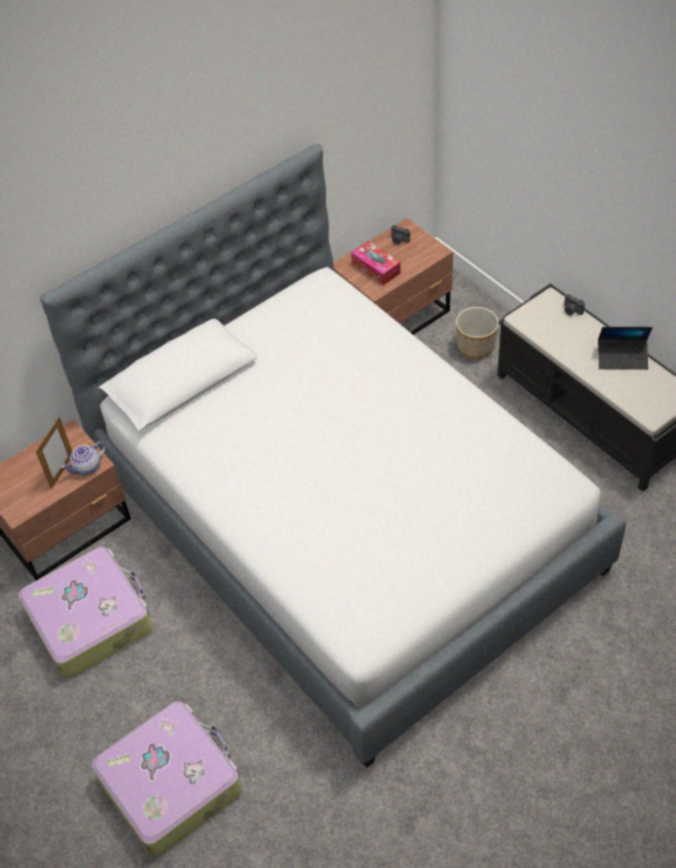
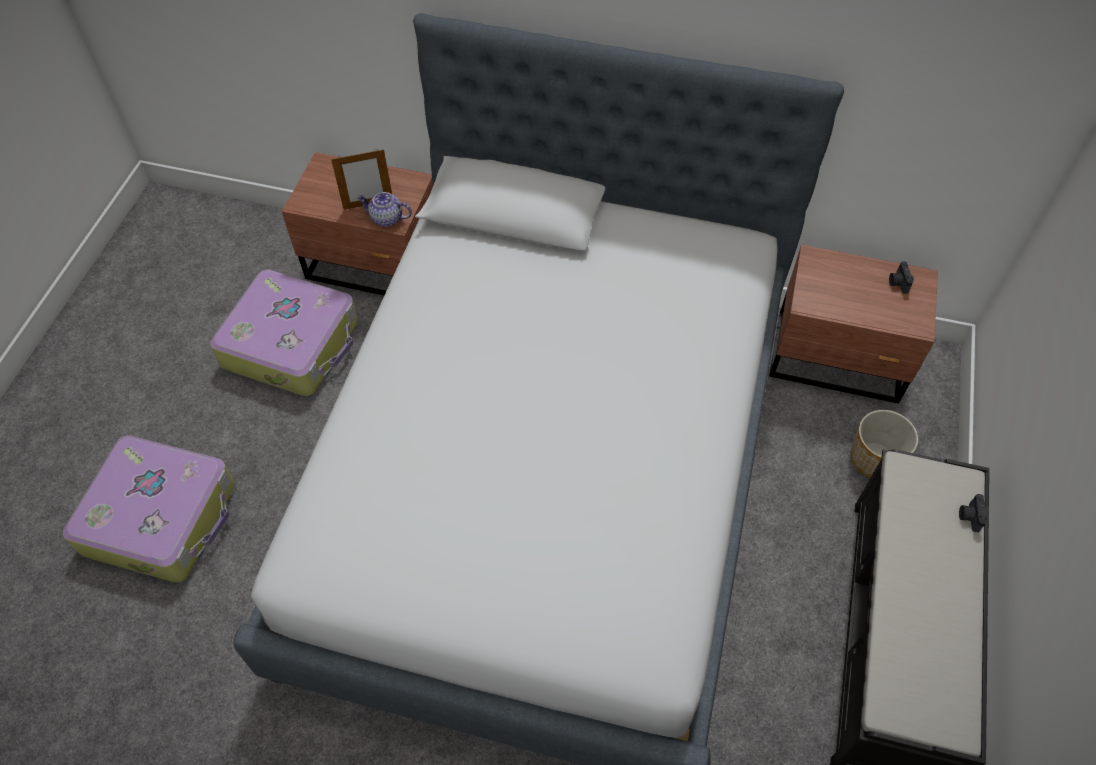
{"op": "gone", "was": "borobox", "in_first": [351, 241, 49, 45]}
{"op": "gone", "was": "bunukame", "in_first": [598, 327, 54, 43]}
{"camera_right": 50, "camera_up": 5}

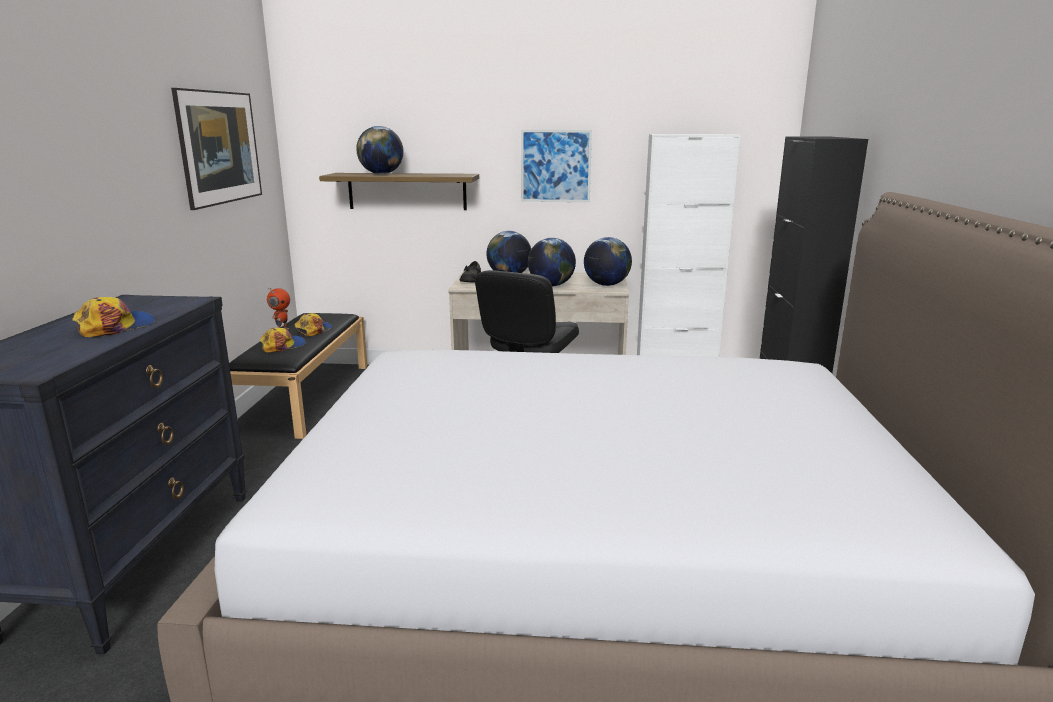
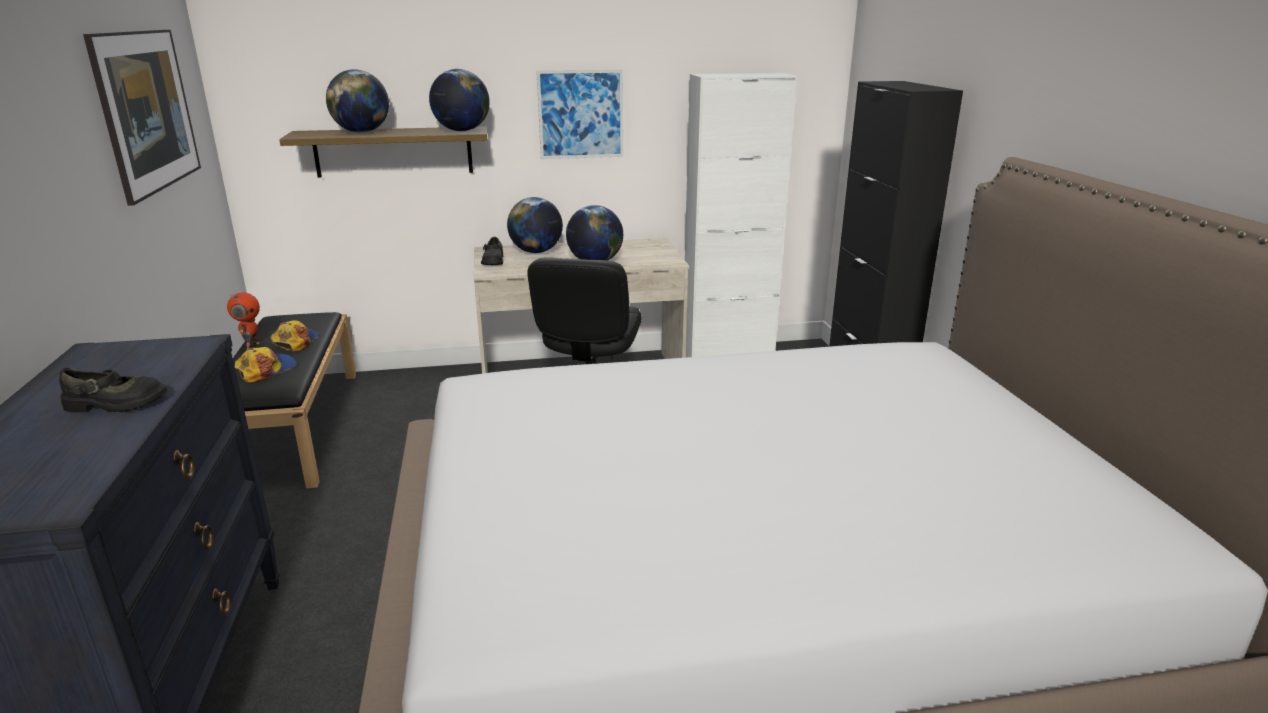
{"op": "swapped", "was": "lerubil", "now": "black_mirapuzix", "in_first": [72, 297, 83, 40], "in_second": [59, 368, 108, 44]}
{"op": "shifted", "was": "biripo", "in_first": [584, 237, 48, 49], "in_second": [429, 69, 61, 62]}
{"camera_right": -15, "camera_up": 5}

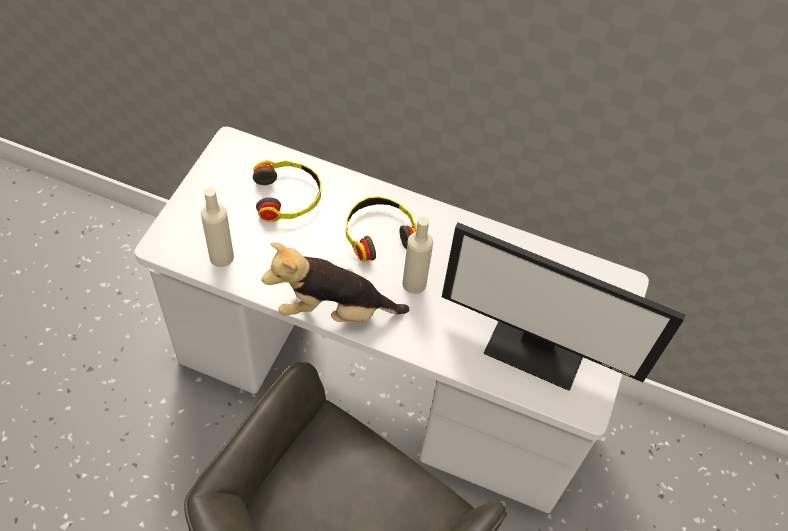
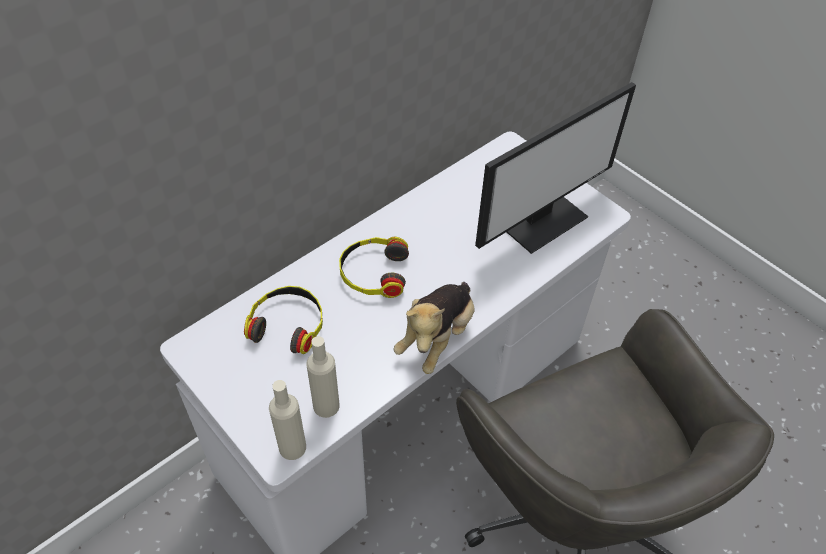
{"op": "shifted", "was": "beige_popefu", "in_first": [402, 216, 31, 78], "in_second": [269, 380, 37, 80]}
{"camera_right": -60, "camera_up": -5}

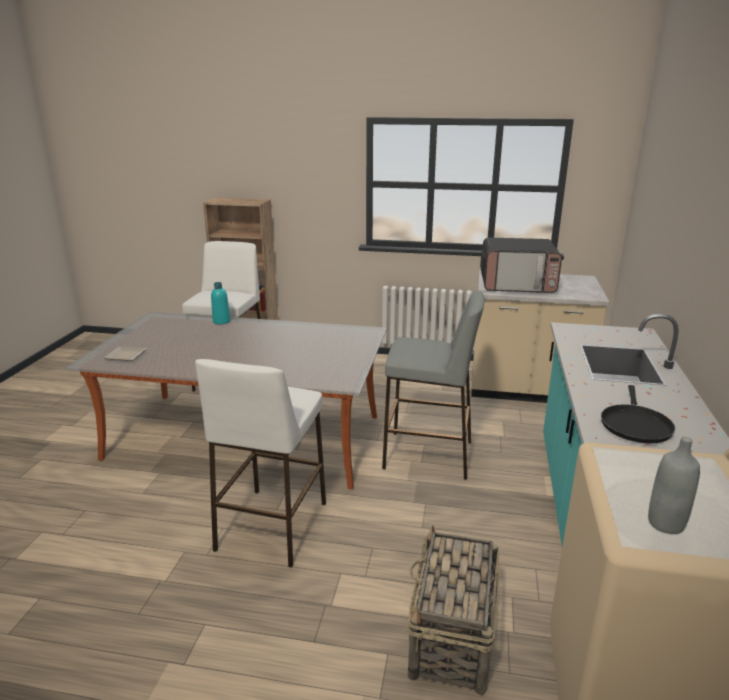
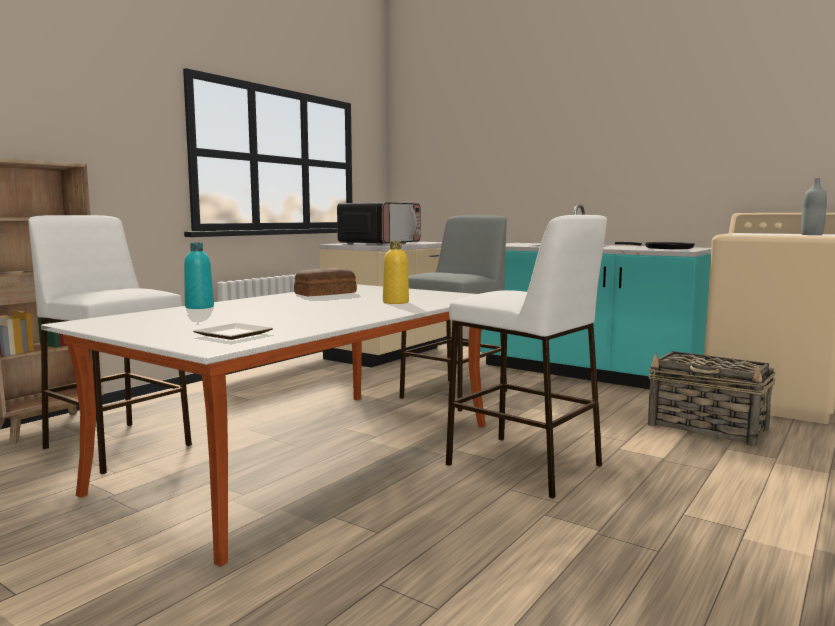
{"op": "new", "now": "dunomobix", "in_second": [294, 267, 63, 29]}
{"op": "new", "now": "yellow_popefu", "in_second": [383, 241, 26, 63]}
{"camera_right": -65, "camera_up": -15}

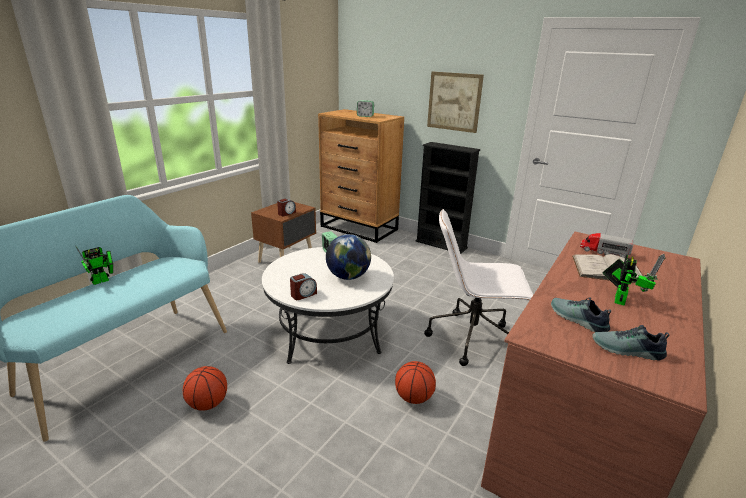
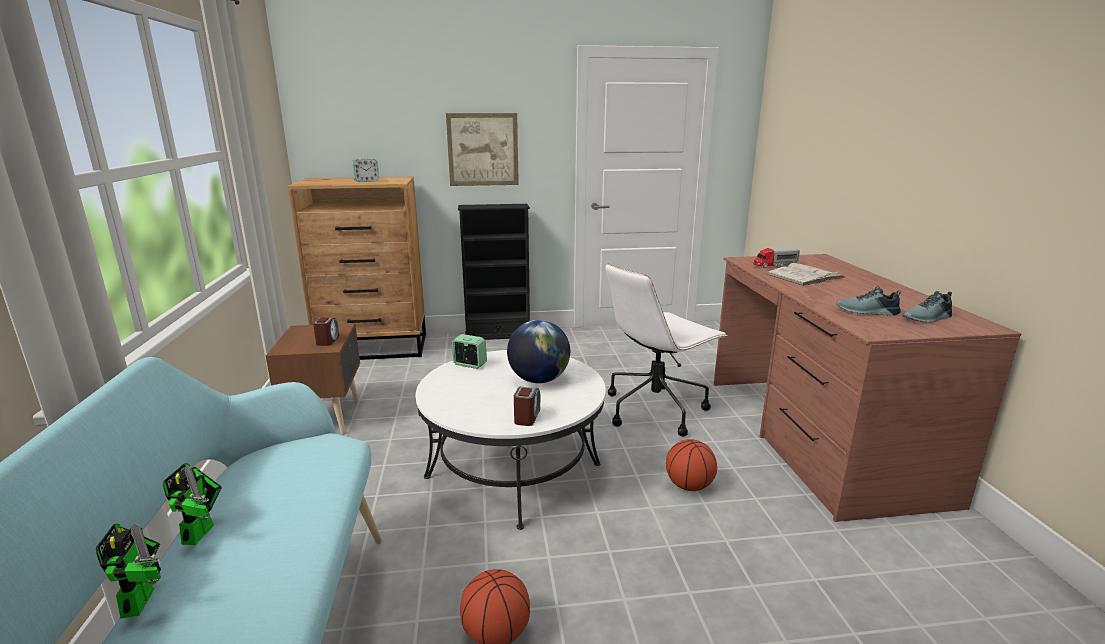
{"op": "shifted", "was": "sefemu", "in_first": [602, 254, 63, 52], "in_second": [96, 523, 65, 95]}
{"camera_right": -40, "camera_up": -5}

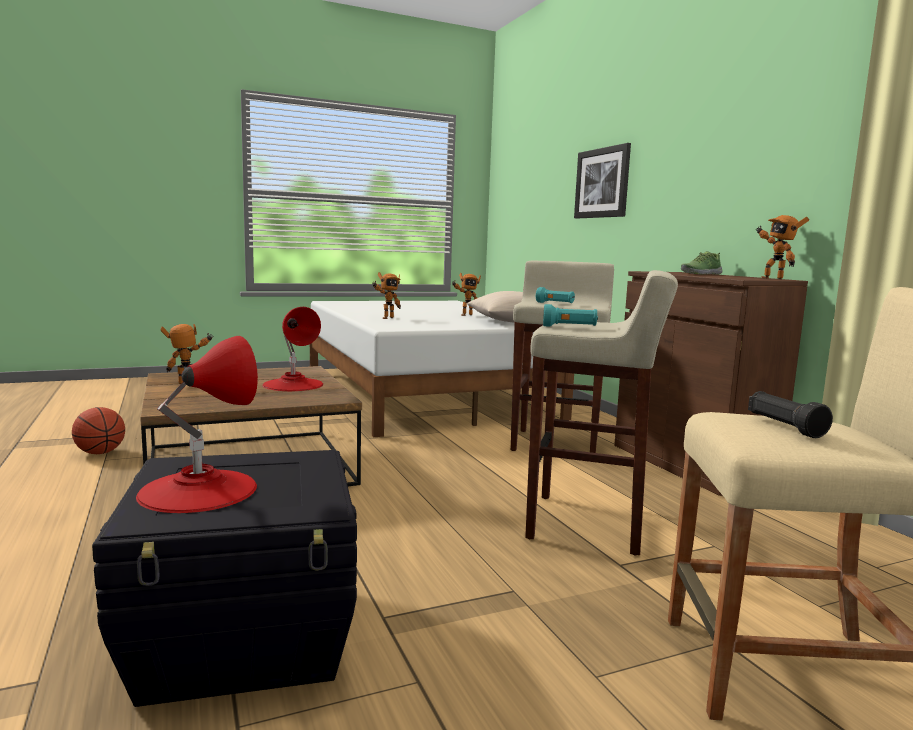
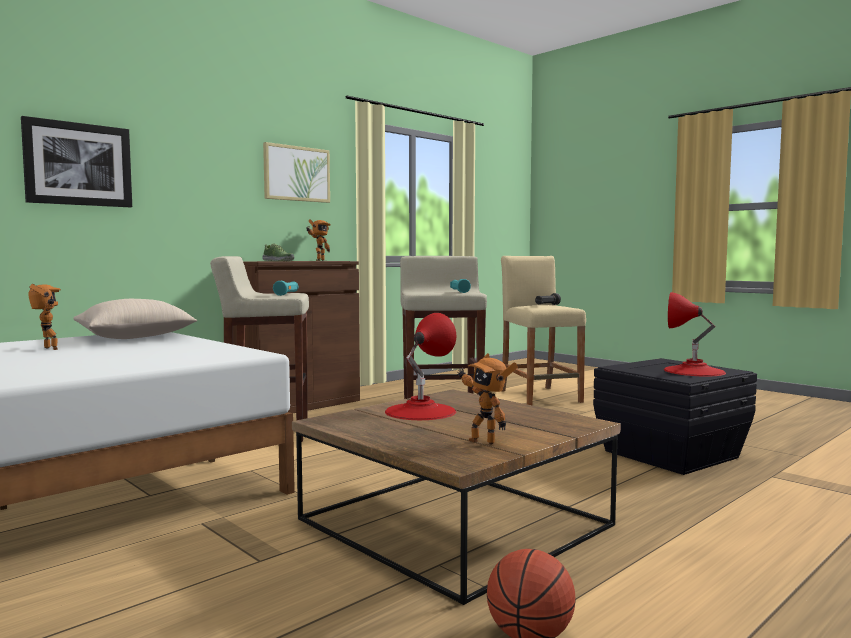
{"op": "gone", "was": "sefemu", "in_first": [372, 272, 29, 47]}
{"op": "new", "now": "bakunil", "in_second": [263, 142, 67, 61]}
{"camera_right": -110, "camera_up": -5}

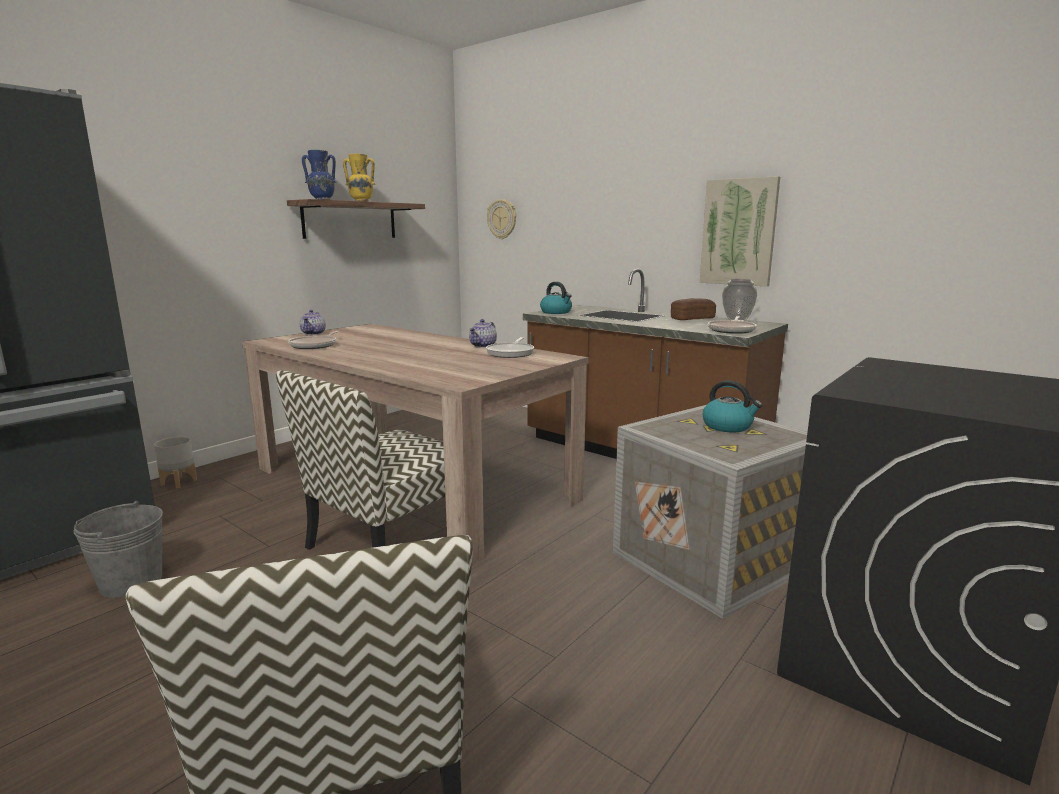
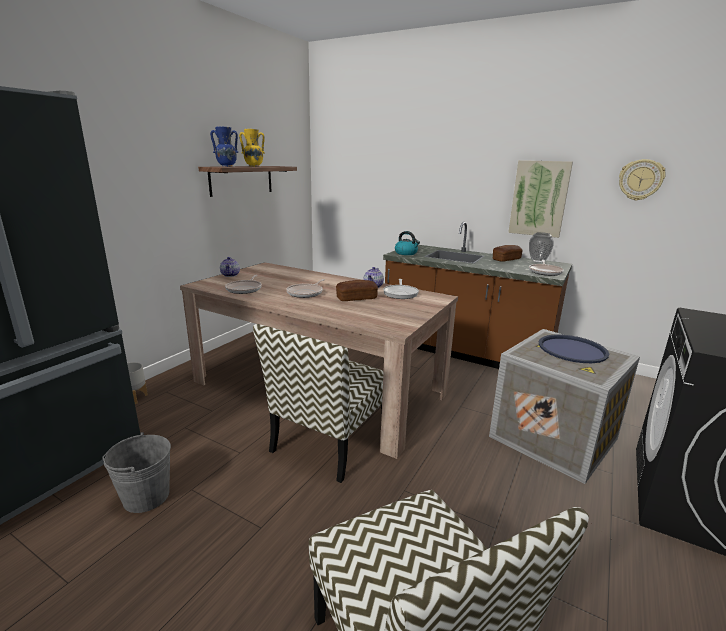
{"op": "shifted", "was": "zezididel", "in_first": [487, 199, 29, 40], "in_second": [619, 159, 47, 42]}
{"op": "swapped", "was": "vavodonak", "now": "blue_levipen", "in_first": [703, 380, 59, 52], "in_second": [539, 335, 70, 28]}
{"op": "new", "now": "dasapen", "in_second": [286, 279, 39, 19]}
{"op": "new", "now": "dunomobix", "in_second": [336, 280, 42, 21]}
{"camera_right": -10, "camera_up": 5}

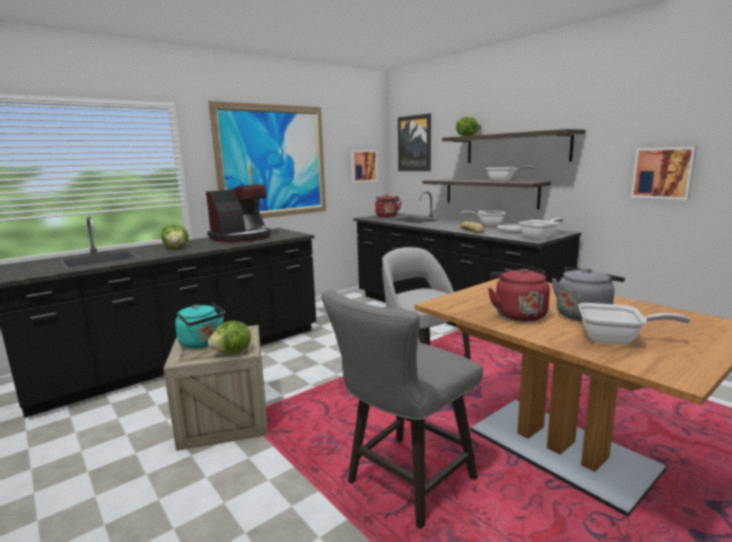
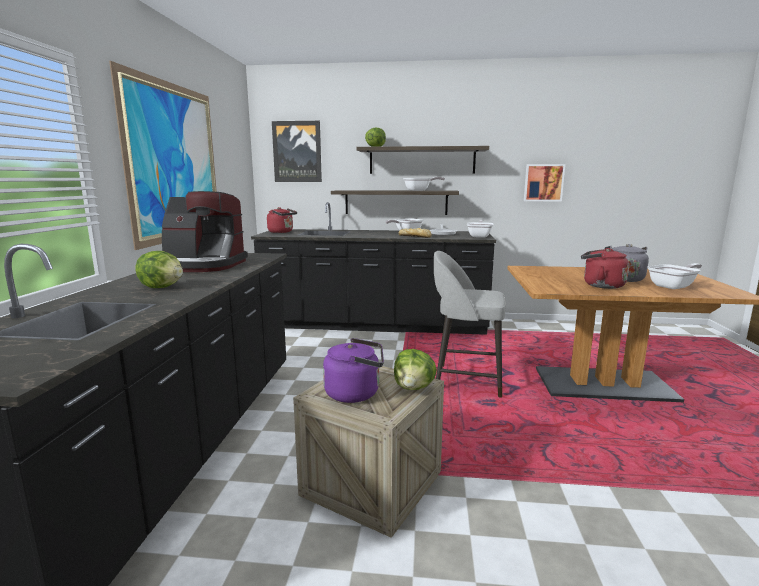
{"op": "repainted", "was": "turquoise_vavodonak", "now": "purple_vavodonak", "in_first": [175, 303, 50, 46], "in_second": [323, 338, 61, 65]}
{"op": "rotated", "was": "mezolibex", "in_first": [206, 184, 65, 58], "in_second": [162, 191, 86, 81], "clockwise": 90}
{"op": "gone", "was": "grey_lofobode", "in_first": [321, 290, 162, 239]}
{"op": "gone", "was": "bakunil", "in_first": [350, 150, 28, 33]}
{"camera_right": -45, "camera_up": 0}

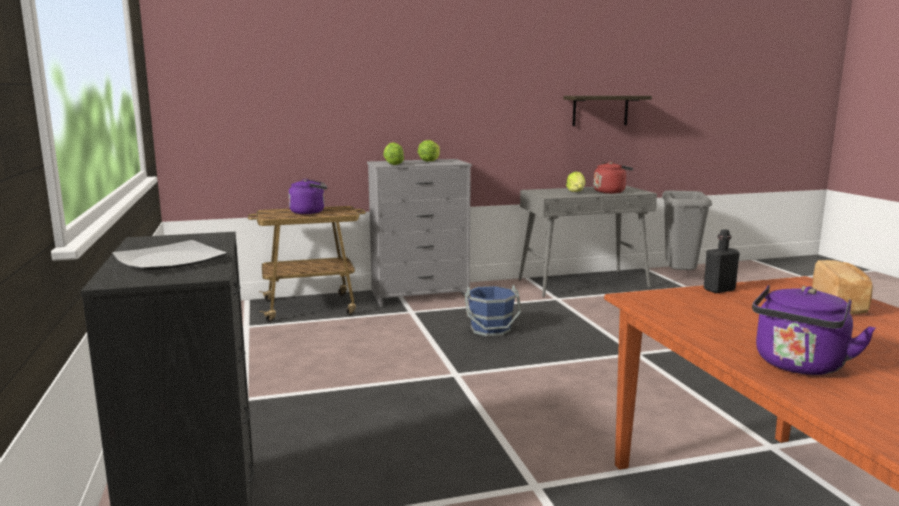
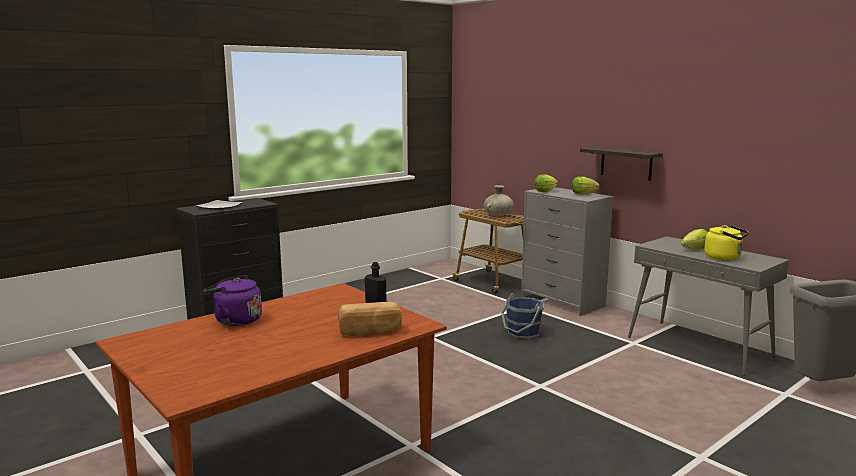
{"op": "swapped", "was": "purple_vavodonak", "now": "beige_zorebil", "in_first": [288, 179, 39, 35], "in_second": [484, 185, 30, 32]}
{"op": "shifted", "was": "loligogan", "in_first": [563, 96, 89, 30], "in_second": [580, 147, 83, 34]}
{"op": "repainted", "was": "red_vavodonak", "now": "yellow_vavodonak", "in_first": [594, 162, 39, 32], "in_second": [704, 225, 45, 36]}
{"camera_right": 65, "camera_up": 0}

